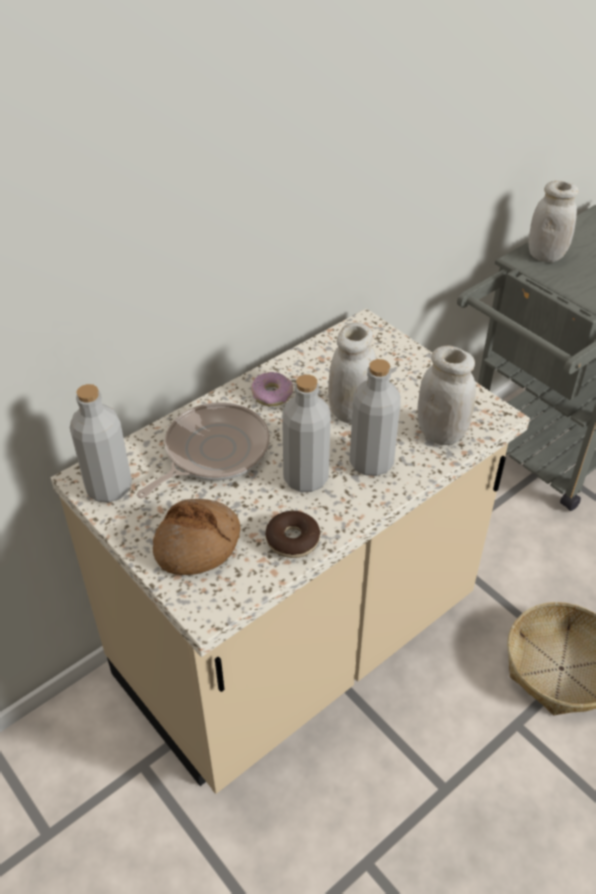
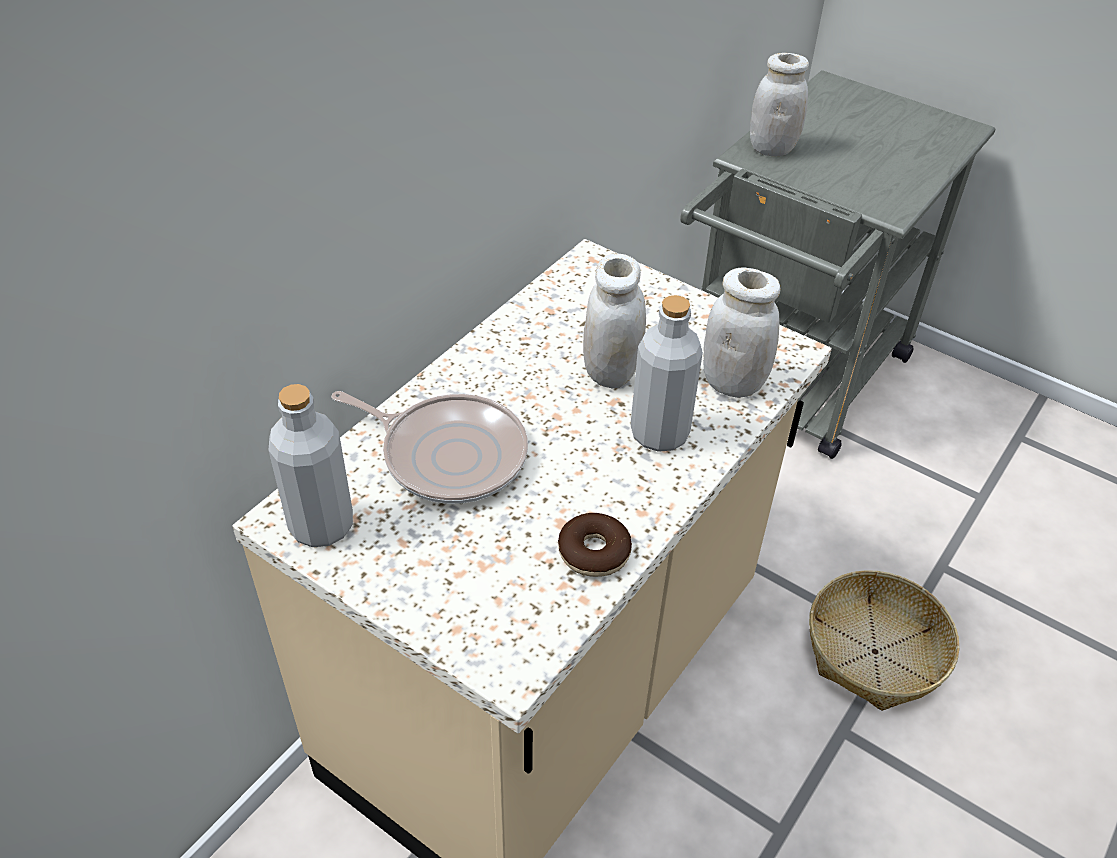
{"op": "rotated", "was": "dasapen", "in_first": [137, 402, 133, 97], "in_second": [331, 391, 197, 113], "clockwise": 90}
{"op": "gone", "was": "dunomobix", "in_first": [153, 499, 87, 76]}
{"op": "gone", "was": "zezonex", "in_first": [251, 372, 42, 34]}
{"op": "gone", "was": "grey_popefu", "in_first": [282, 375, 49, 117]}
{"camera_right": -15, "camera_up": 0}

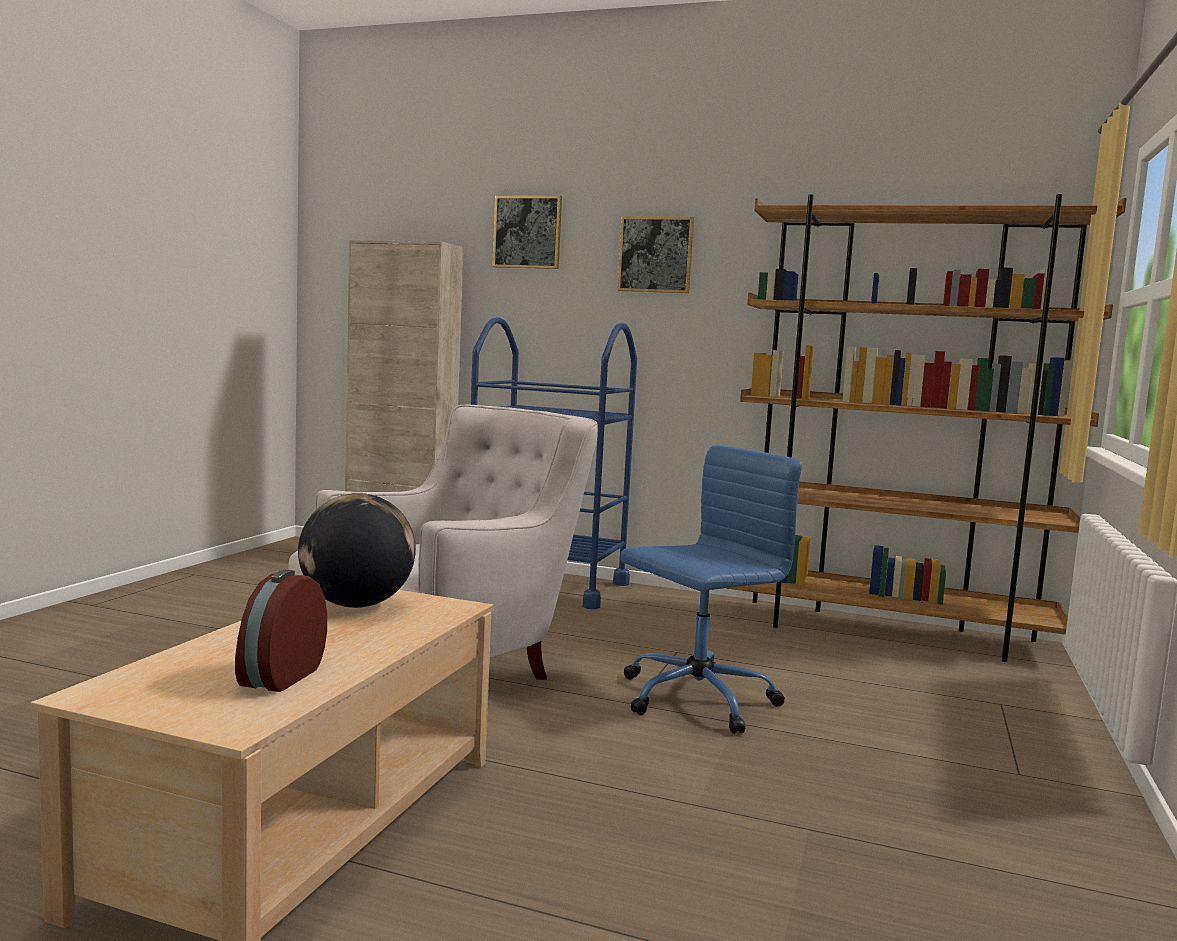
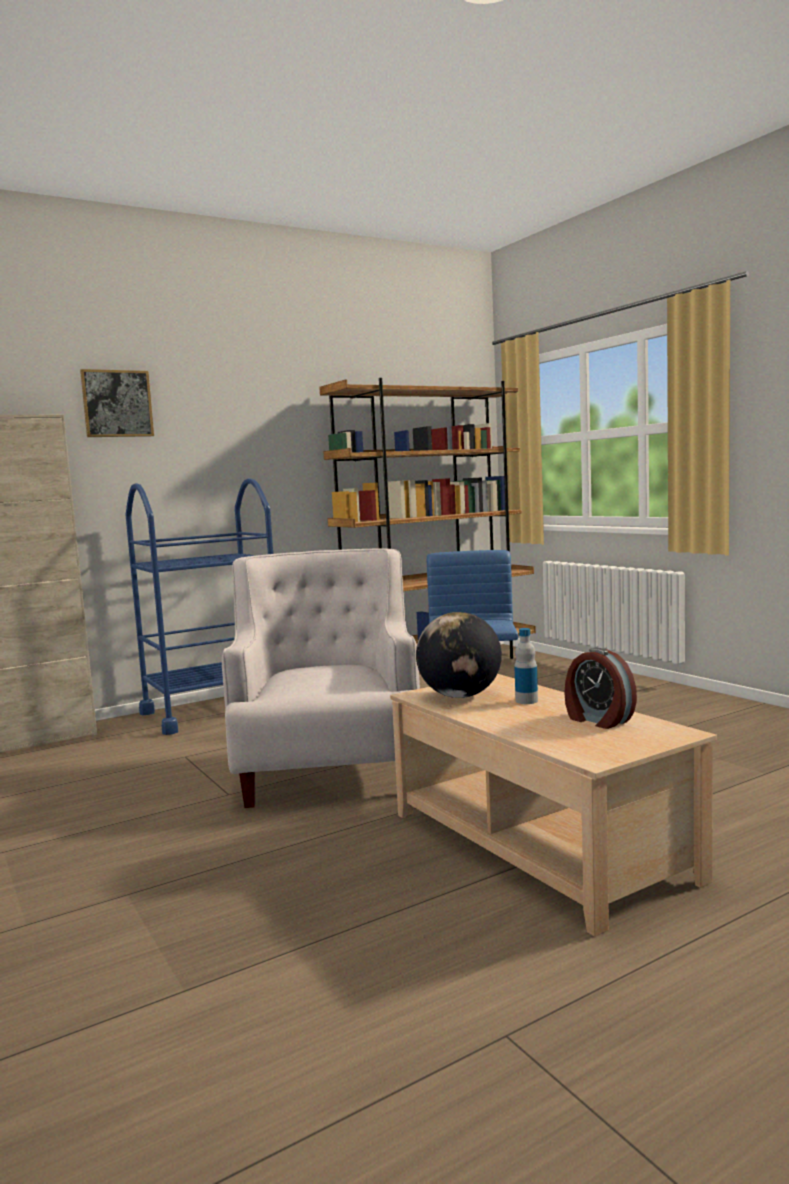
{"op": "gone", "was": "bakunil", "in_first": [617, 216, 77, 77]}
{"op": "new", "now": "popefu", "in_second": [514, 628, 24, 76]}
{"camera_right": -50, "camera_up": 0}

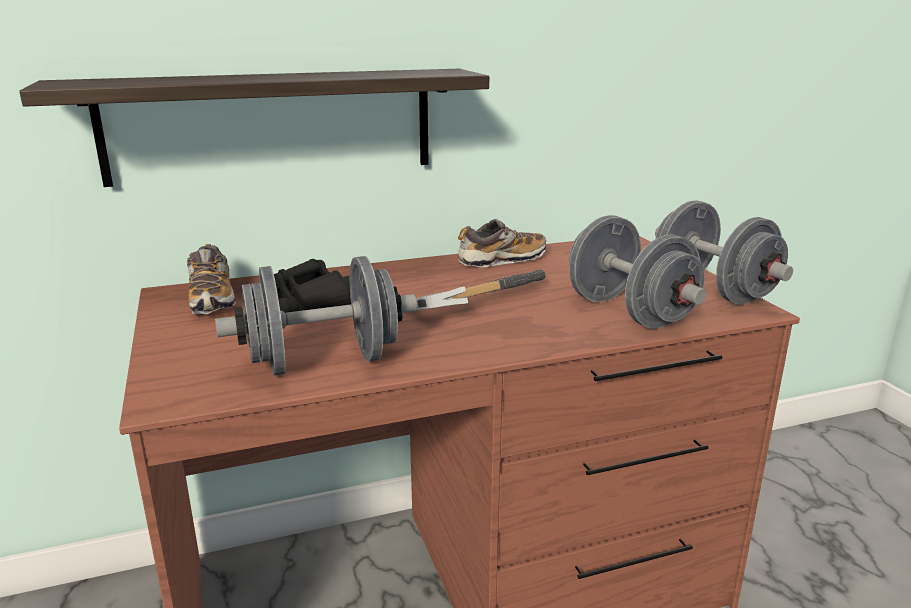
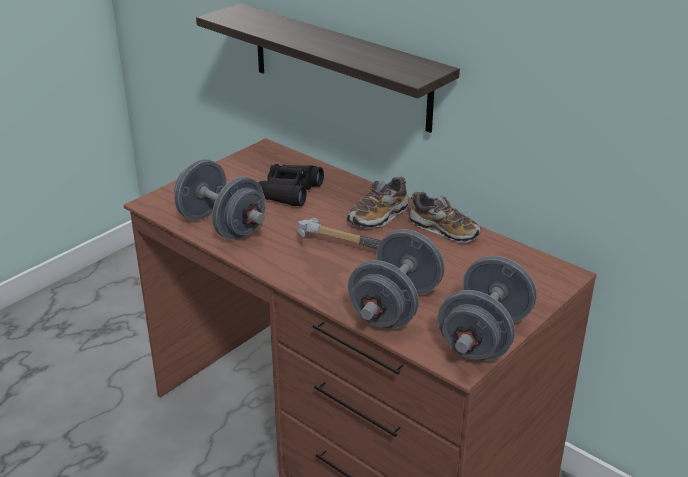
{"op": "shifted", "was": "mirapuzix", "in_first": [187, 244, 49, 71], "in_second": [347, 177, 62, 51]}
{"camera_right": 60, "camera_up": 10}

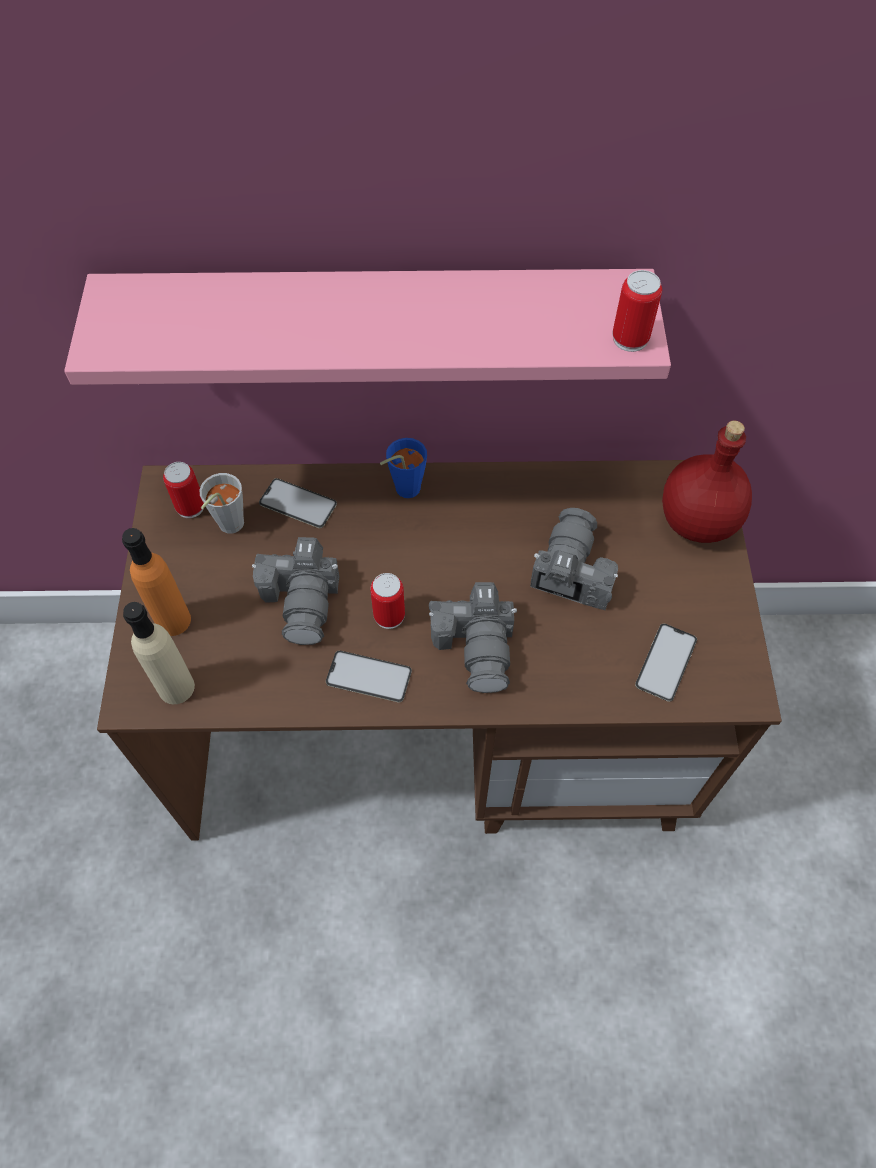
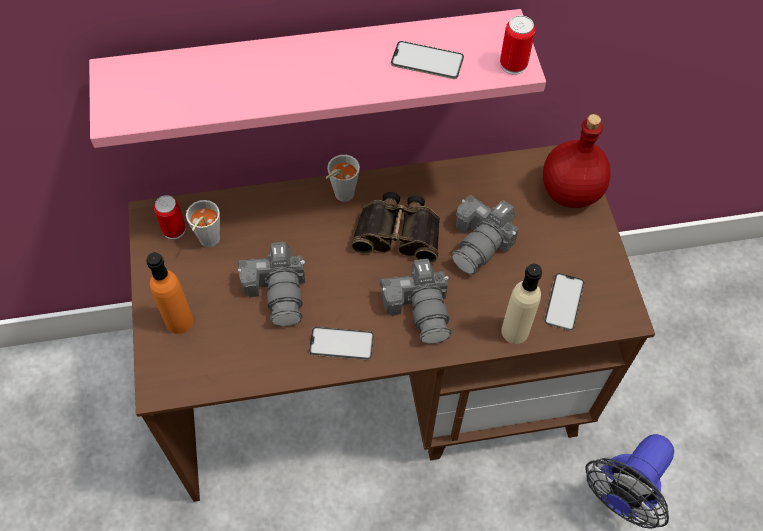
{"op": "shifted", "was": "beige_popefu", "in_first": [123, 602, 72, 102], "in_second": [501, 264, 41, 80]}
{"op": "shifted", "was": "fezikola", "in_first": [259, 478, 78, 50], "in_second": [391, 41, 73, 38]}
{"op": "gone", "was": "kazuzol", "in_first": [370, 573, 35, 56]}
{"op": "repainted", "was": "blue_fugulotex", "now": "grey_fugulotex", "in_first": [380, 438, 47, 60], "in_second": [326, 155, 34, 47]}
{"op": "rotated", "was": "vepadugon", "in_first": [530, 508, 88, 102], "in_second": [451, 195, 68, 80], "clockwise": -150}
{"op": "new", "now": "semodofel", "in_second": [351, 192, 89, 71]}
{"op": "new", "now": "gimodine", "in_second": [585, 434, 89, 95]}
{"camera_right": -10, "camera_up": 0}

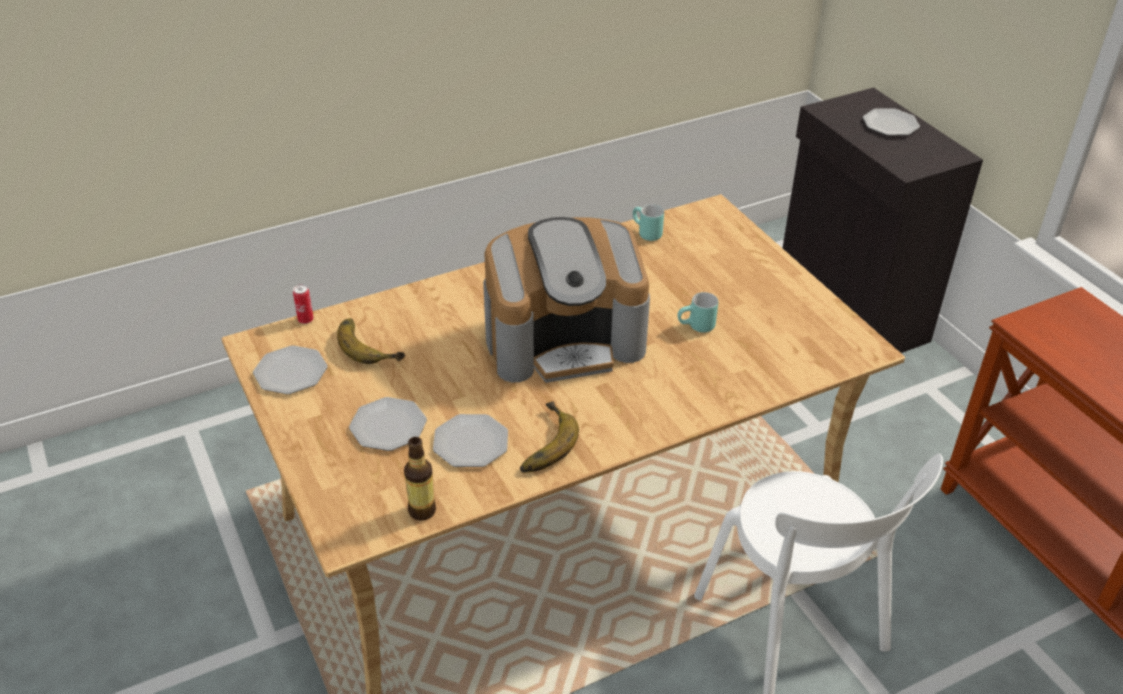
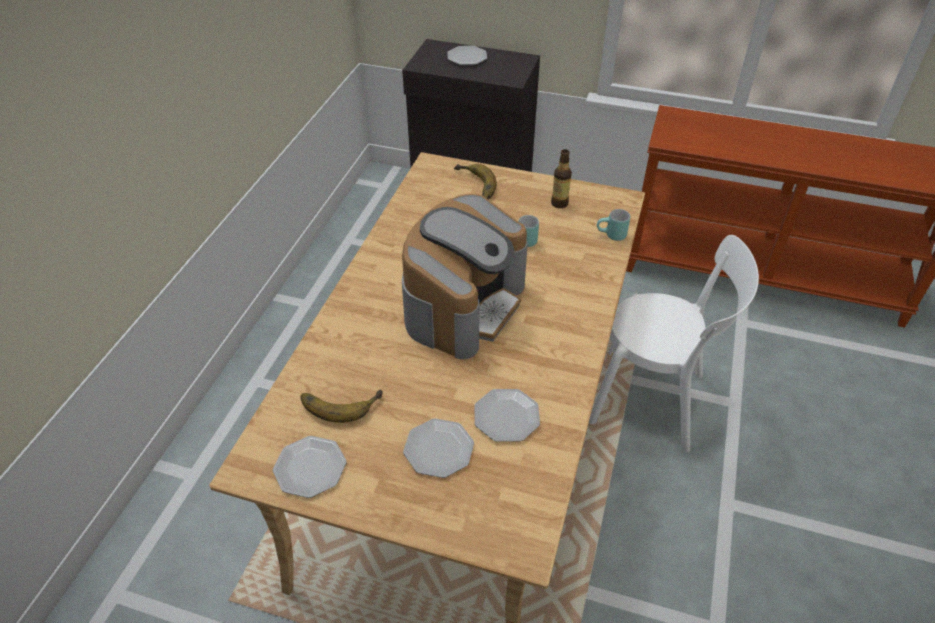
{"op": "gone", "was": "kazuzol", "in_first": [293, 284, 21, 40]}
{"op": "shifted", "was": "popefu", "in_first": [404, 437, 32, 84], "in_second": [551, 149, 21, 59]}
{"op": "shifted", "was": "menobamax", "in_first": [520, 401, 59, 71], "in_second": [454, 164, 42, 36]}
{"op": "shifted", "was": "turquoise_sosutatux", "in_first": [633, 204, 31, 37], "in_second": [597, 209, 33, 32]}
{"camera_right": -45, "camera_up": 5}

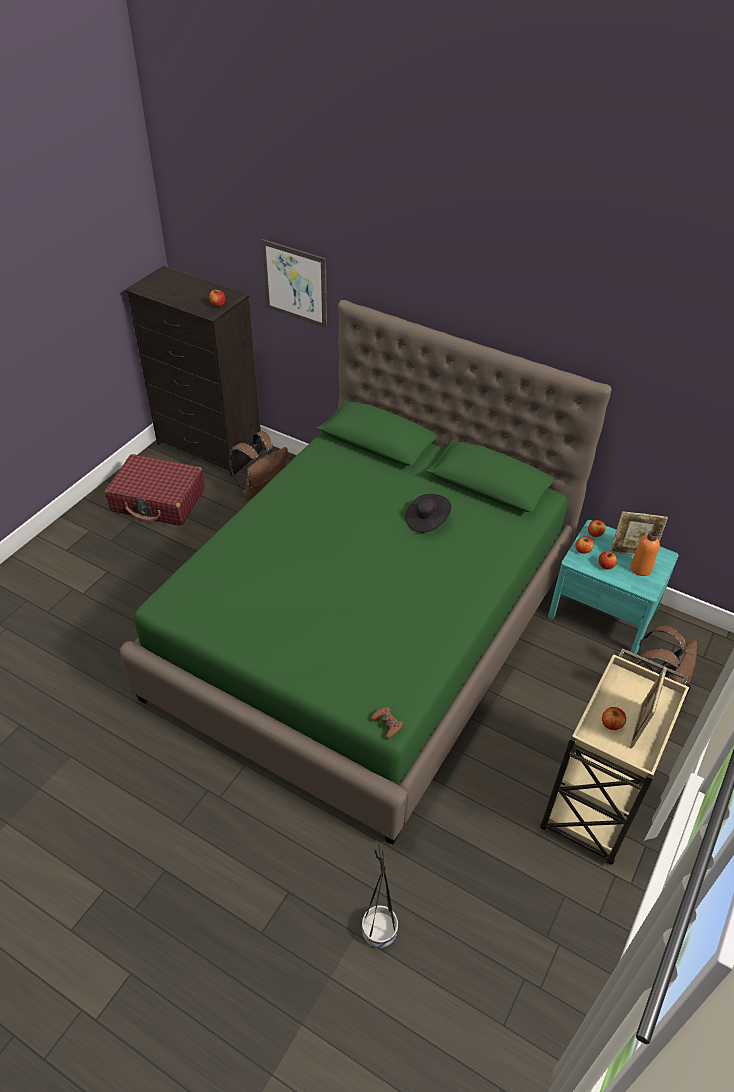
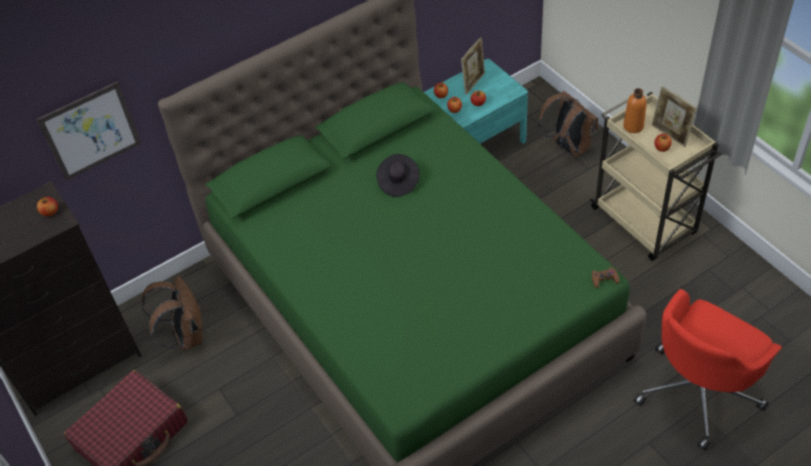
{"op": "swapped", "was": "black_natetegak", "now": "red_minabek", "in_first": [362, 846, 36, 102], "in_second": [634, 289, 148, 161]}
{"op": "shifted", "was": "orange_popefu", "in_first": [631, 530, 29, 46], "in_second": [623, 88, 24, 45]}
{"camera_right": -60, "camera_up": 5}

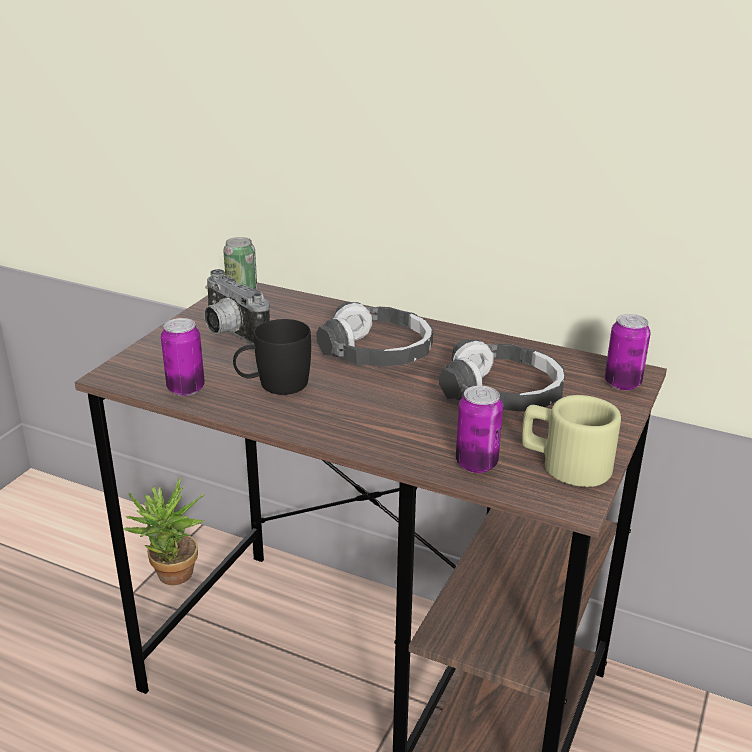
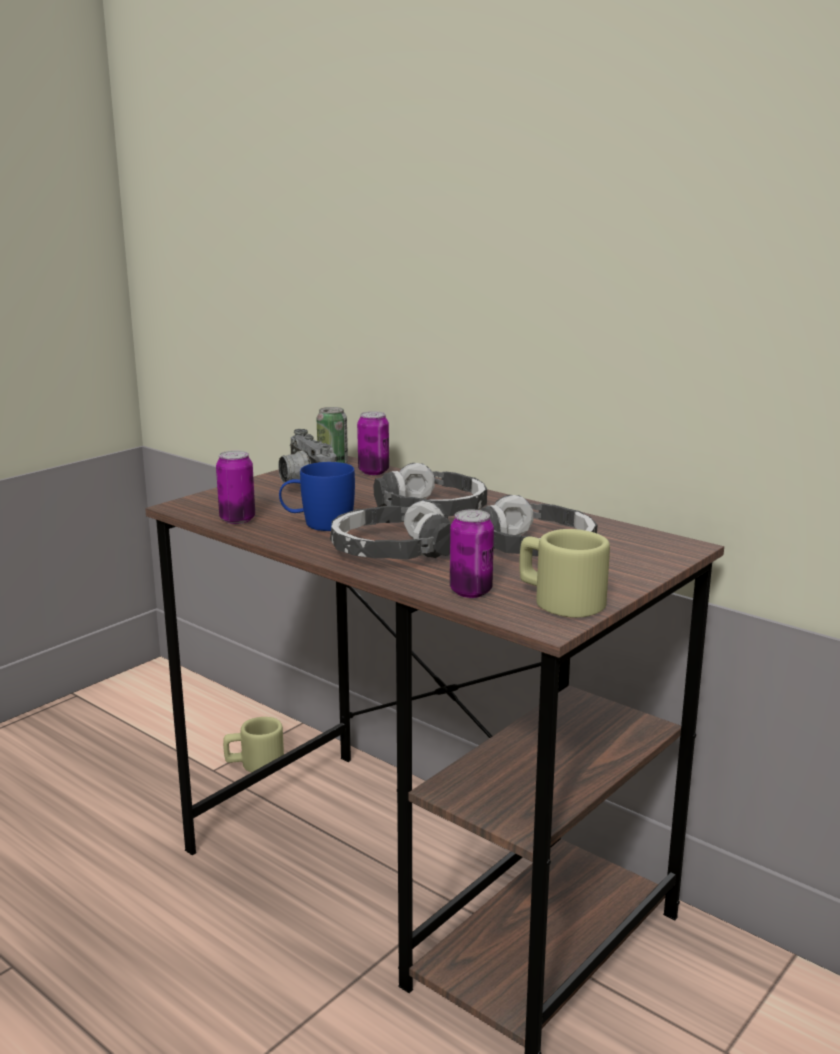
{"op": "swapped", "was": "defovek", "now": "beige_sosutatux", "in_first": [123, 476, 81, 109], "in_second": [223, 717, 61, 55]}
{"op": "repainted", "was": "black_sosutatux", "now": "blue_sosutatux", "in_first": [233, 319, 78, 76], "in_second": [279, 462, 76, 69]}
{"op": "shifted", "was": "kazuzol", "in_first": [605, 314, 46, 76], "in_second": [357, 411, 32, 64]}
{"op": "new", "now": "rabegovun", "in_second": [330, 500, 121, 59]}
{"camera_right": 15, "camera_up": -10}

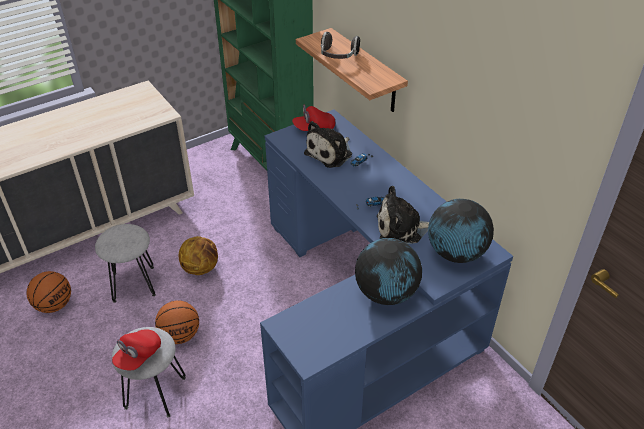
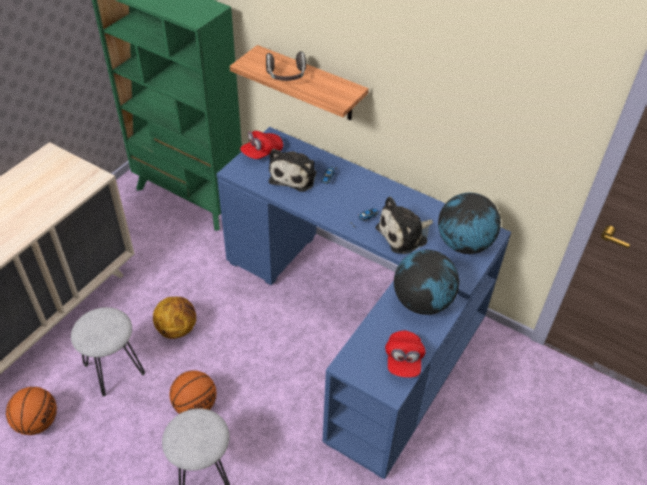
{"op": "shifted", "was": "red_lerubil", "in_first": [112, 329, 49, 41], "in_second": [385, 330, 41, 48]}
{"camera_right": -25, "camera_up": 5}

